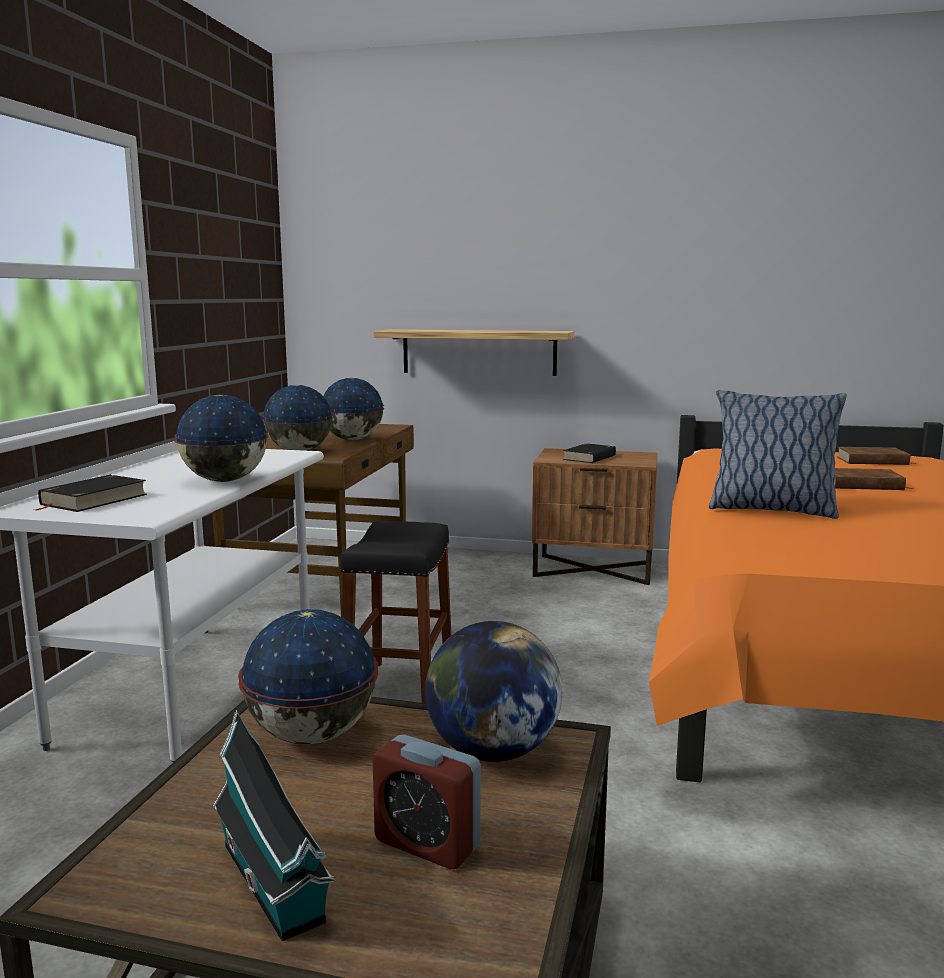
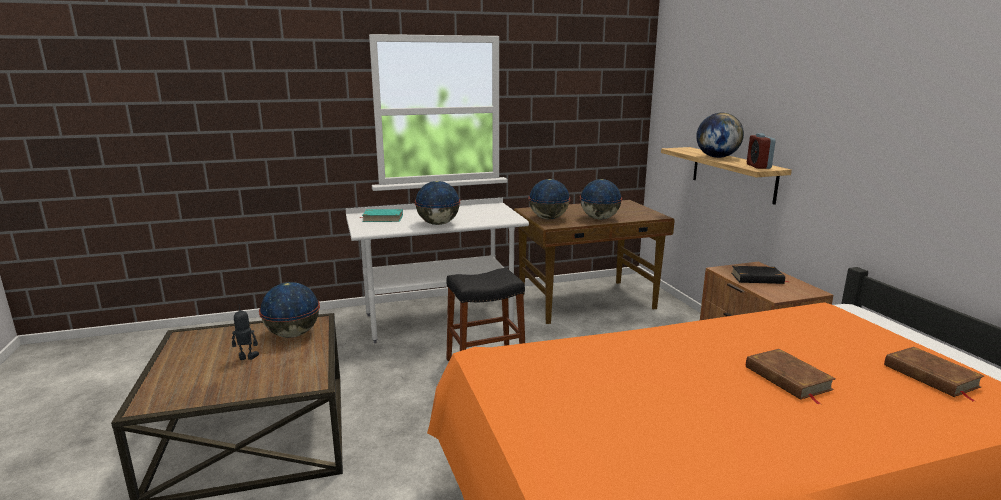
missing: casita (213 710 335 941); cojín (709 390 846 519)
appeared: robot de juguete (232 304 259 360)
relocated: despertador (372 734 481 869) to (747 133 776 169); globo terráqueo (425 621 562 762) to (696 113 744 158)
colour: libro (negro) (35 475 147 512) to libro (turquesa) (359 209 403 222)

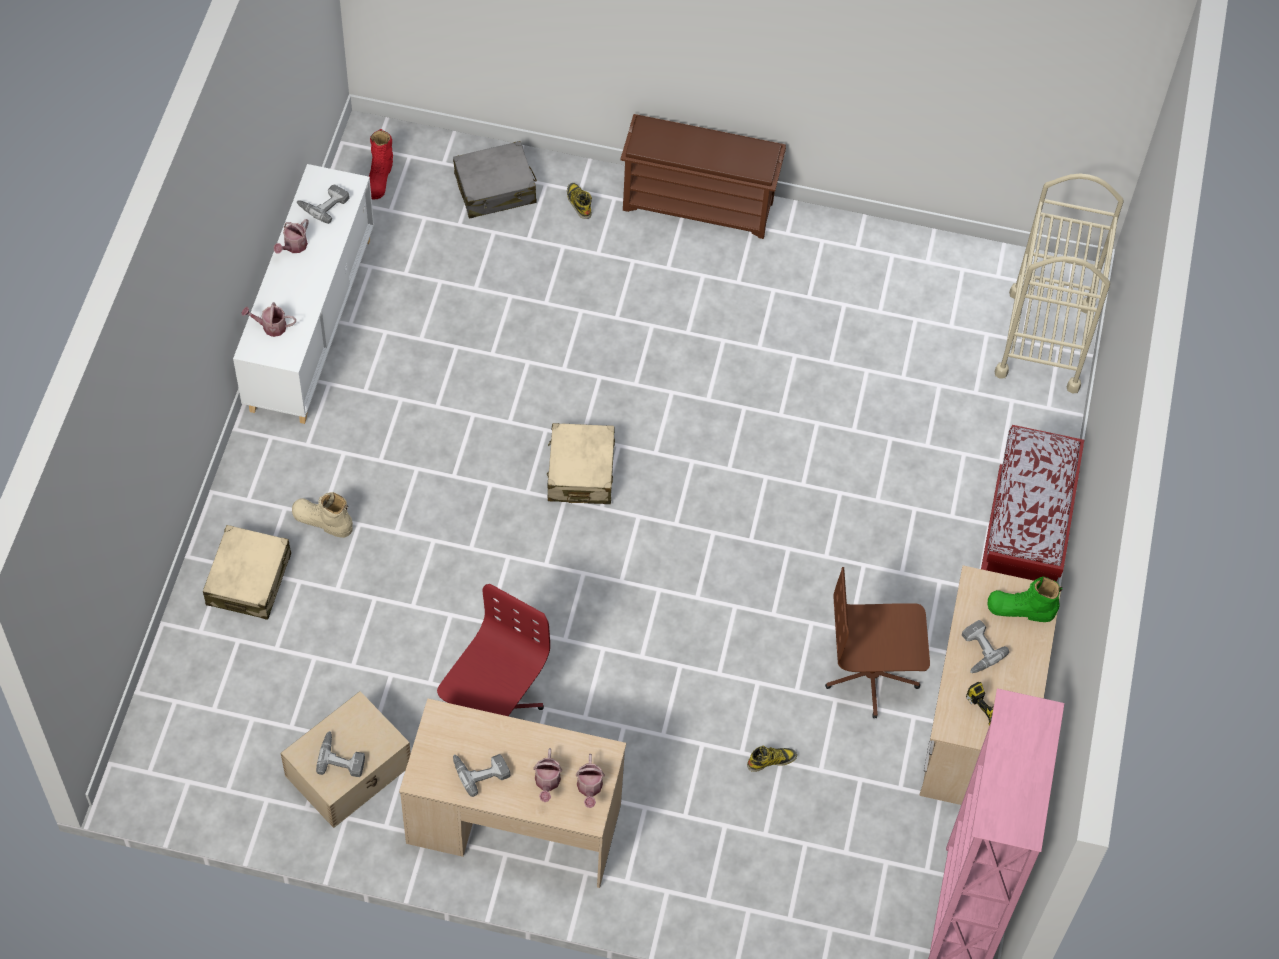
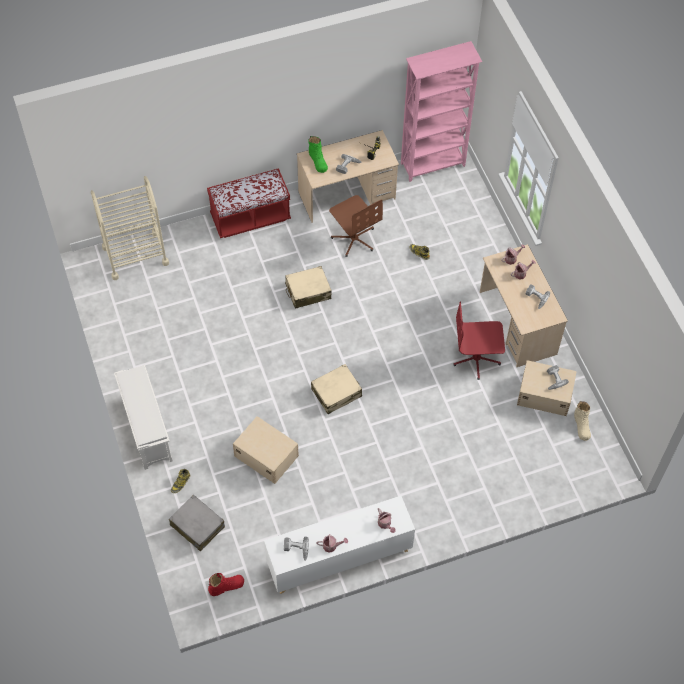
appeared: caja de almacenaje (beis) (233 416 299 484)
relocated: maleta (beis) (203 525 291 620) to (285 266 332 309); bota (beis) (292 492 353 538) to (574 401 591 441)
colour: zapatero (marrón) (620 114 786 239) to zapatero (blanco) (114 365 173 470)

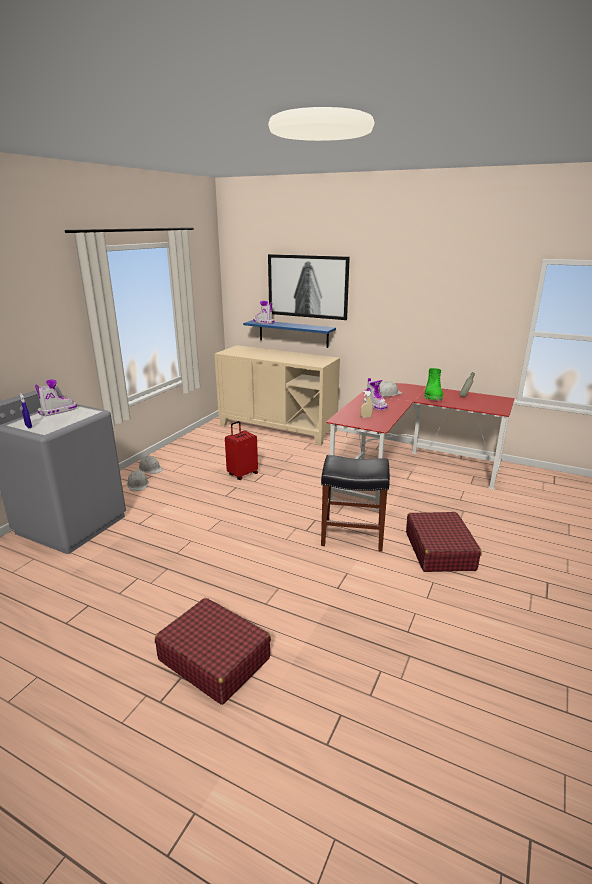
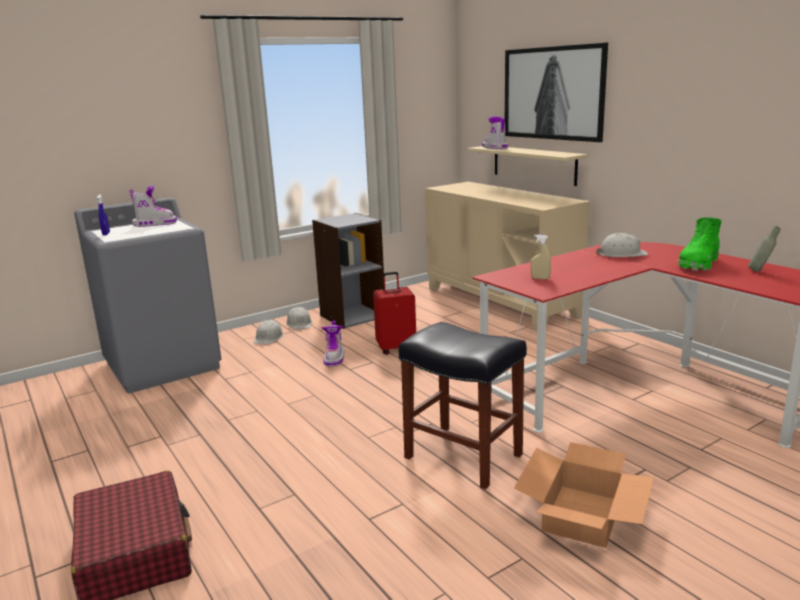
appeared: estantería (gris) (312 213 384 329)
relocated: bota (363 378 388 410) to (322 321 344 366)
exchanged: maleta (rojo) (406 512 482 572) to caja de cartón (514 442 654 548)
colour: estante (azul) (243 320 336 348) to estante (beis) (468 146 588 186)

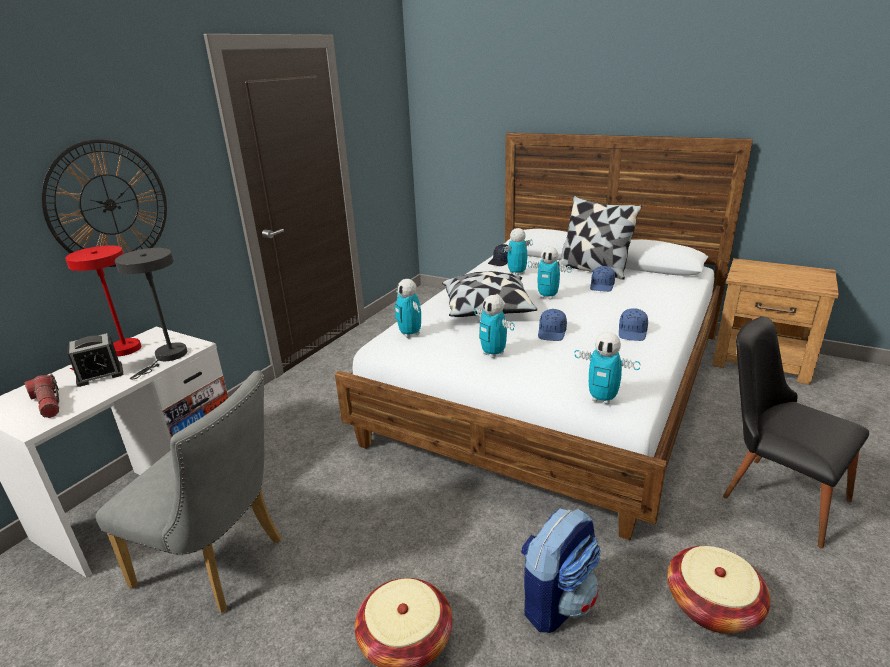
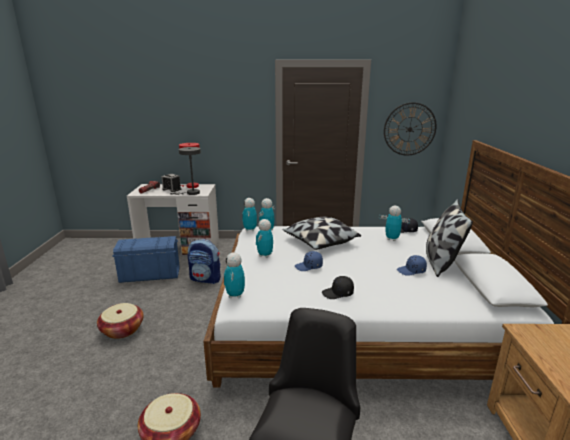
relocated: reloj de pared (41 139 167 267) to (384 102 437 156); mochila (521 508 600 633) to (188 239 221 284); robot de juguete (528 247 572 299) to (242 198 257 231)
exchanged: silla (gris) (96 370 281 613) to caja de almacenaje (azul) (112 236 180 283)
colour: gorra (azul) (619 308 648 341) to gorra (negro) (322 276 354 299)

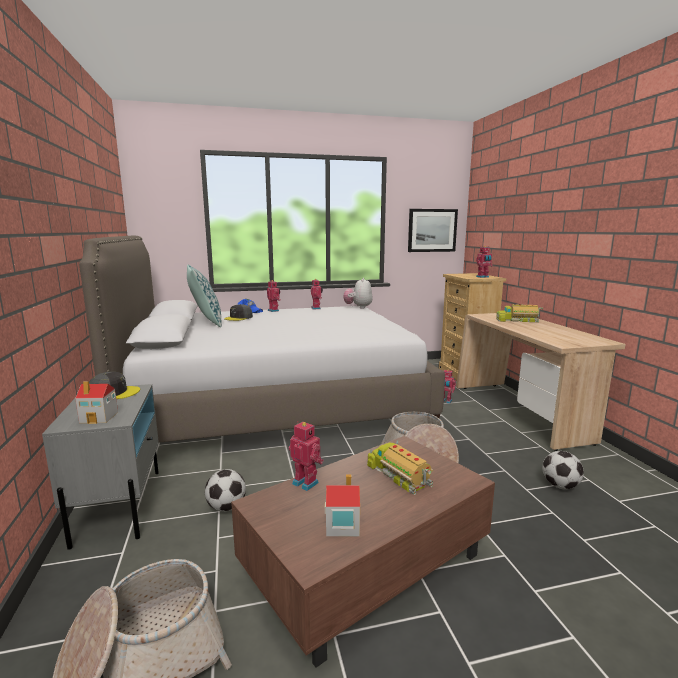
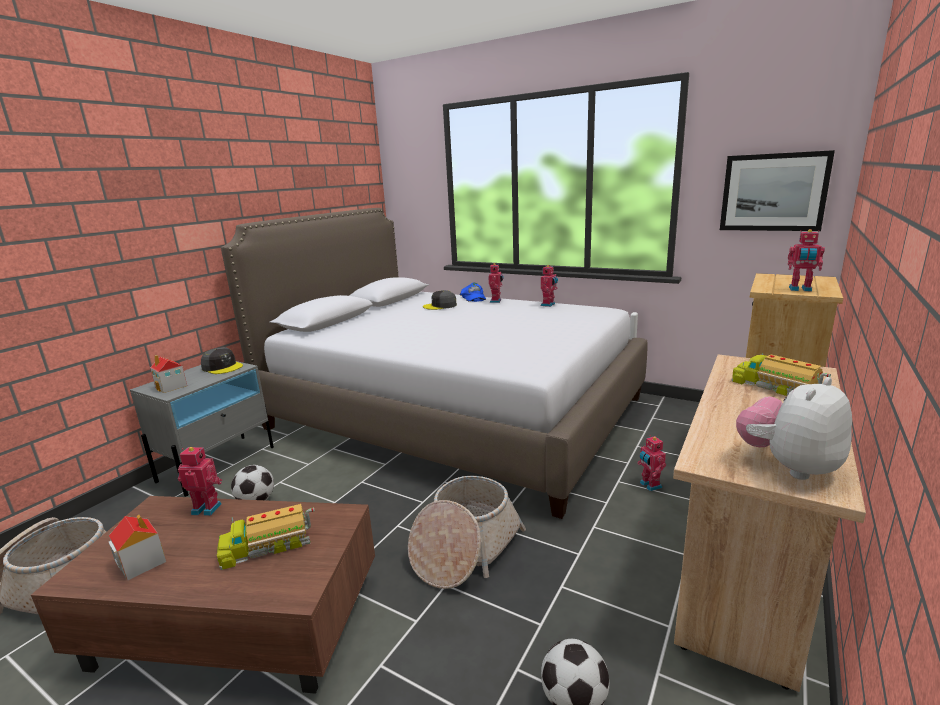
missing: cojín (187 264 222 327)
relocated: peluche (343 278 373 309) to (736 377 852 480)
spun: robot de juguete (289 421 324 491) = (178 447 222 516) 75 degrees counterclockwise; camión de juguete (367 440 433 495) = (217 504 315 570) 120 degrees counterclockwise

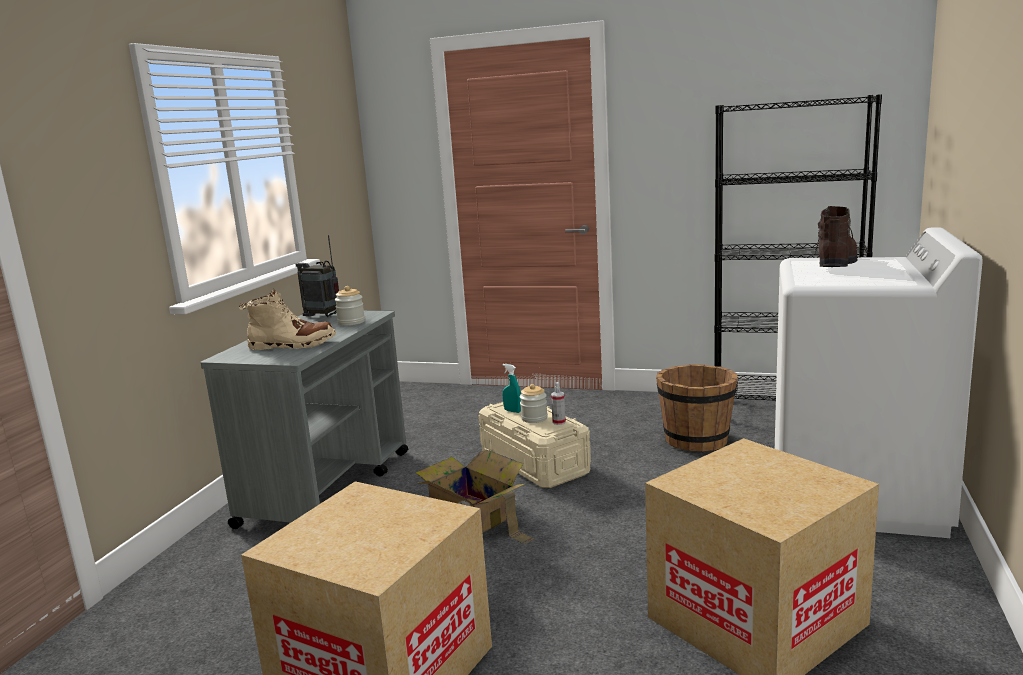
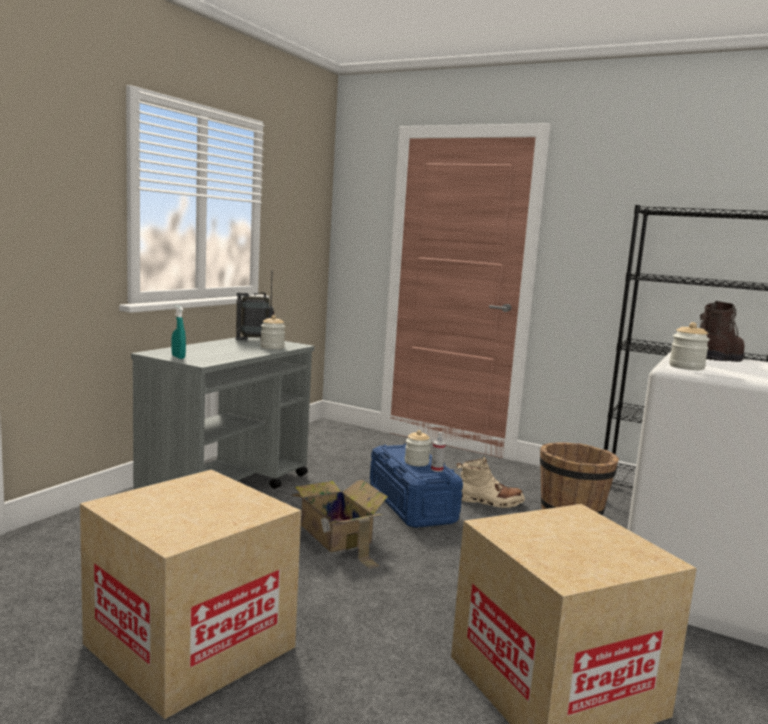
appeared: tarro (669 322 710 370)
relocated: bota (beis) (239 289 336 351) to (456 457 525 508); pulverizador (turquesa) (502 364 521 413) to (172 305 186 359)
colour: caja de almacenaje (beis) (478 402 591 488) to caja de almacenaje (azul) (370 443 463 528)
spun: radio (295 235 339 317) = (236 270 274 341) 45 degrees counterclockwise

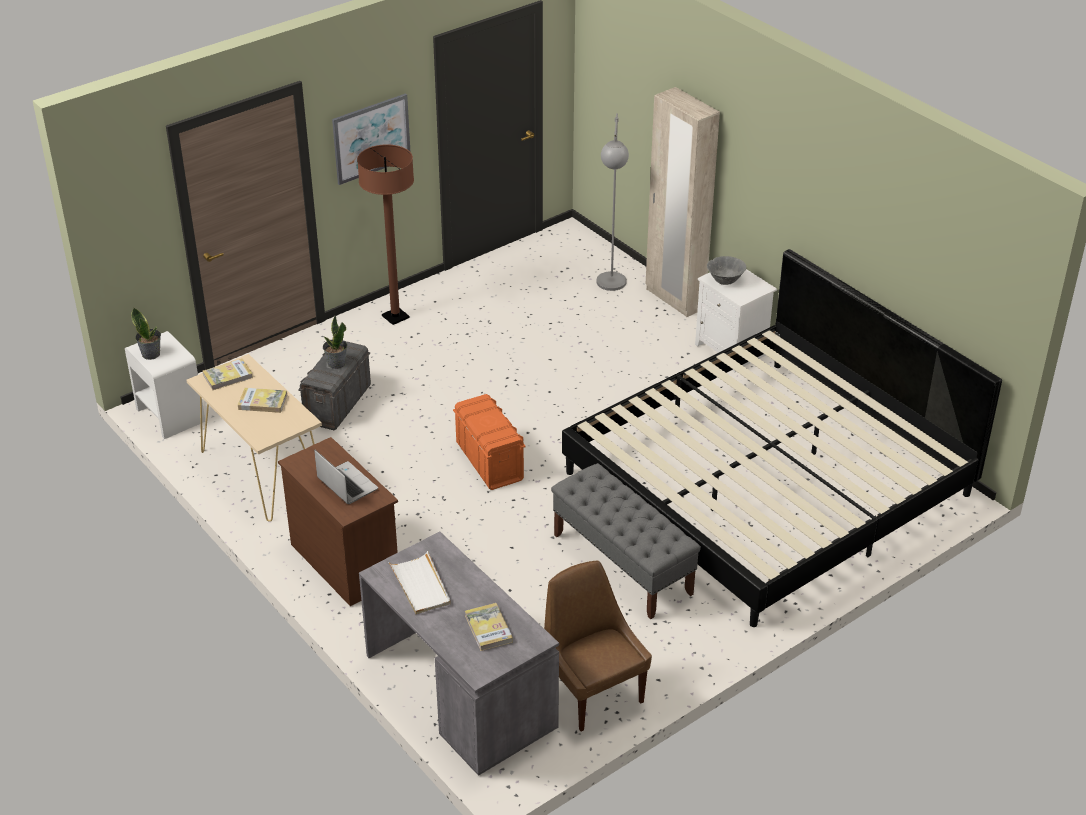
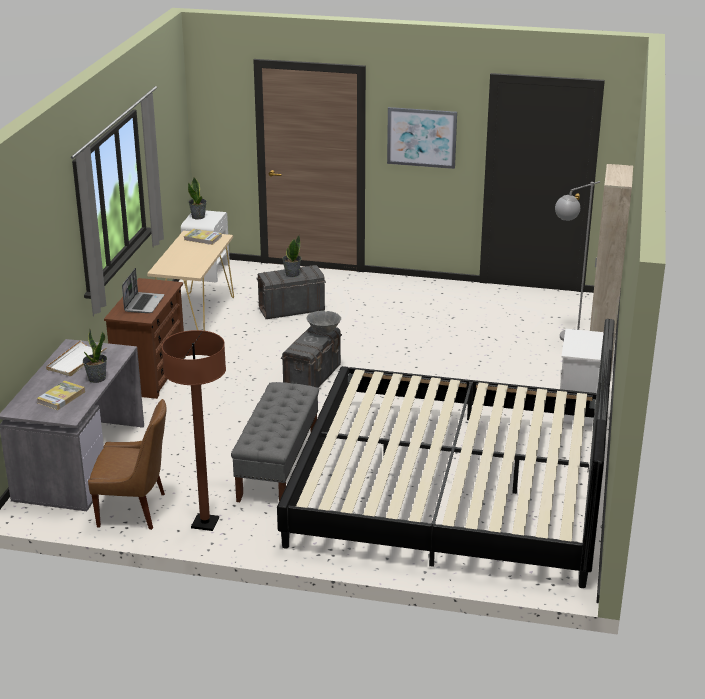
missing: libro (238 388 287 413)
appeared: planta en maceta (83 329 107 383)
relocated: lámpara de pie (marrón) (357 144 414 325) to (162 330 226 531); cuenco (gris) (707 256 746 285) to (306 311 341 334)
colour: caja de almacenaje (naranja) (453 394 525 490) to caja de almacenaje (gris) (281 326 342 388)
spun: silla (marrón) (544 561 652 731) = (88 399 166 530) 75 degrees clockwise

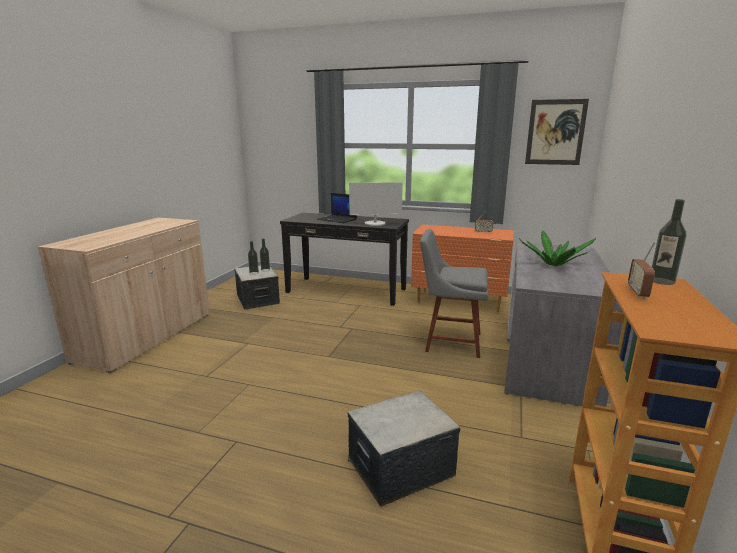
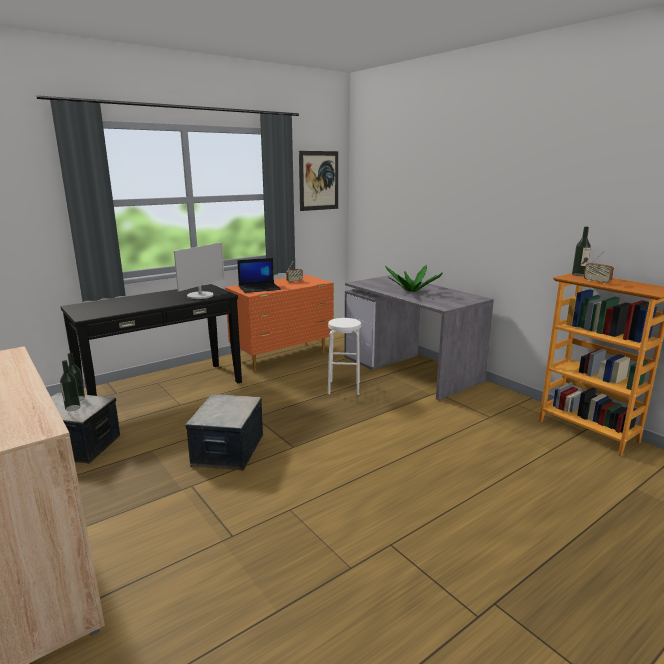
relocated: portátil (317 193 357 223) to (237 258 281 293); caja de almacenaje (347 391 460 506) to (186 394 263 470)
exchanged: silla (gris) (420 229 488 358) to taburete (blanco) (328 318 361 395)

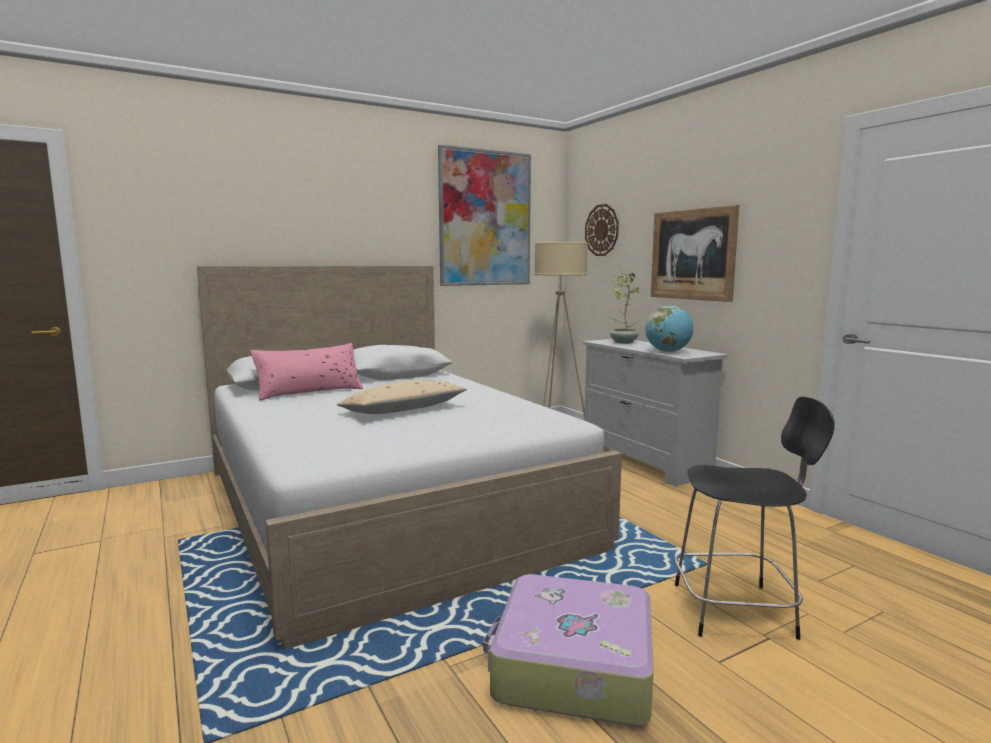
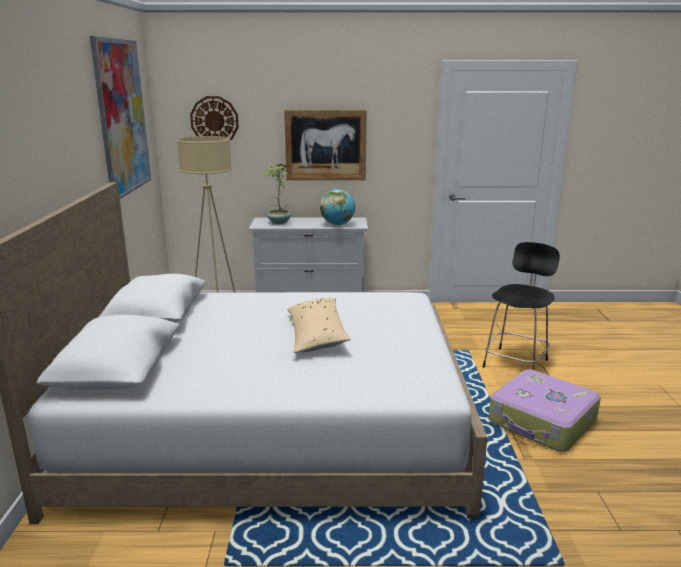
missing: cojín (rosa) (250 343 363 401)

